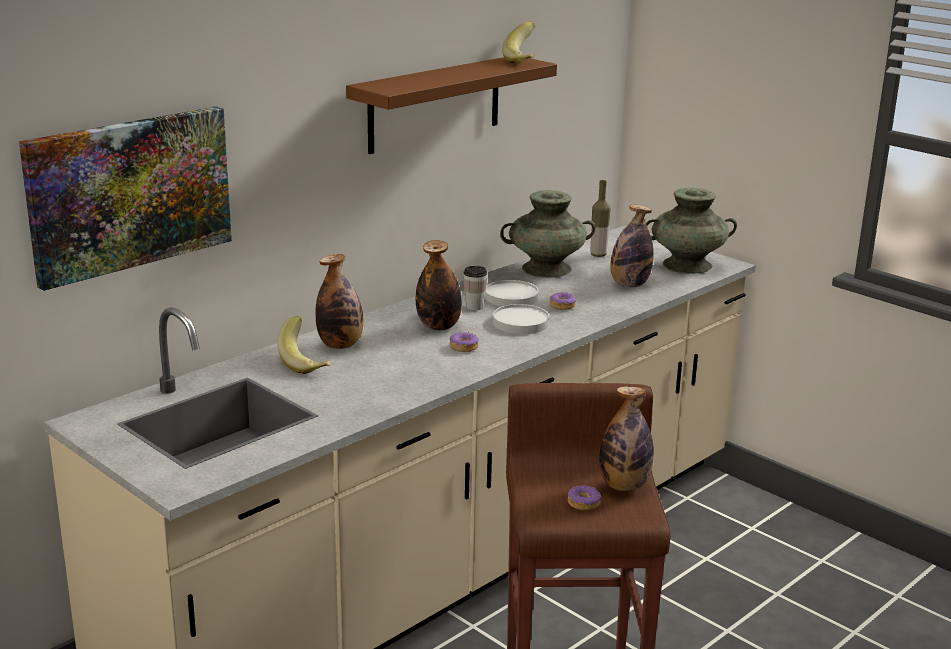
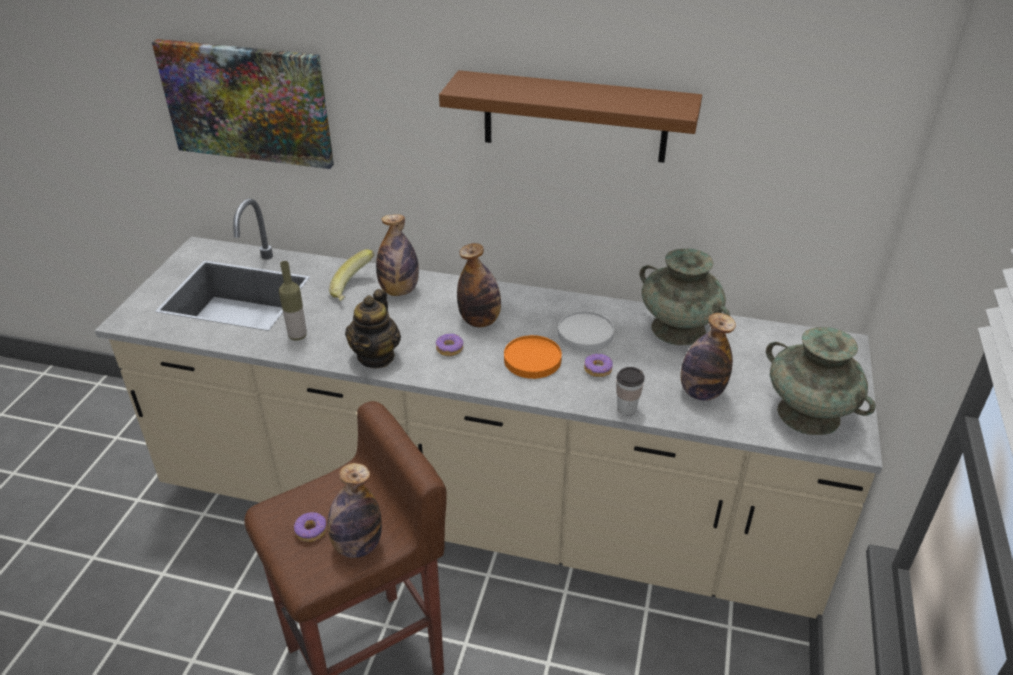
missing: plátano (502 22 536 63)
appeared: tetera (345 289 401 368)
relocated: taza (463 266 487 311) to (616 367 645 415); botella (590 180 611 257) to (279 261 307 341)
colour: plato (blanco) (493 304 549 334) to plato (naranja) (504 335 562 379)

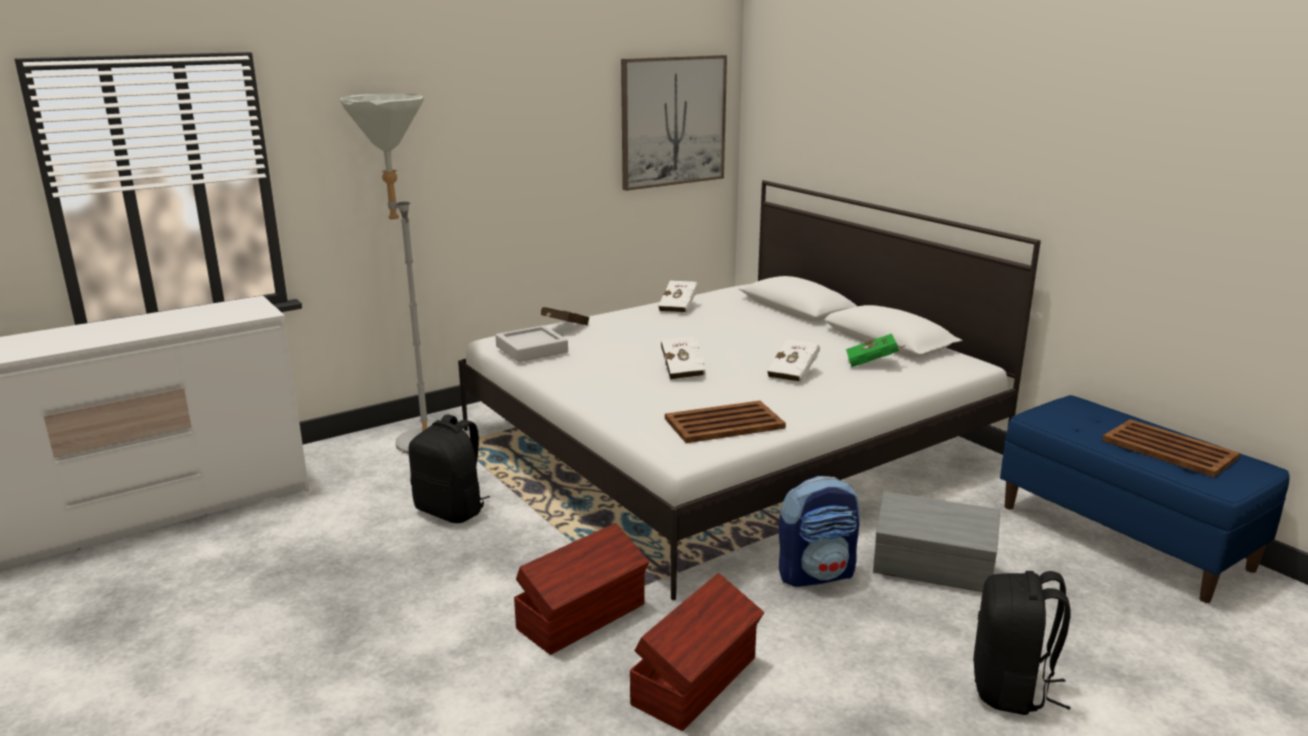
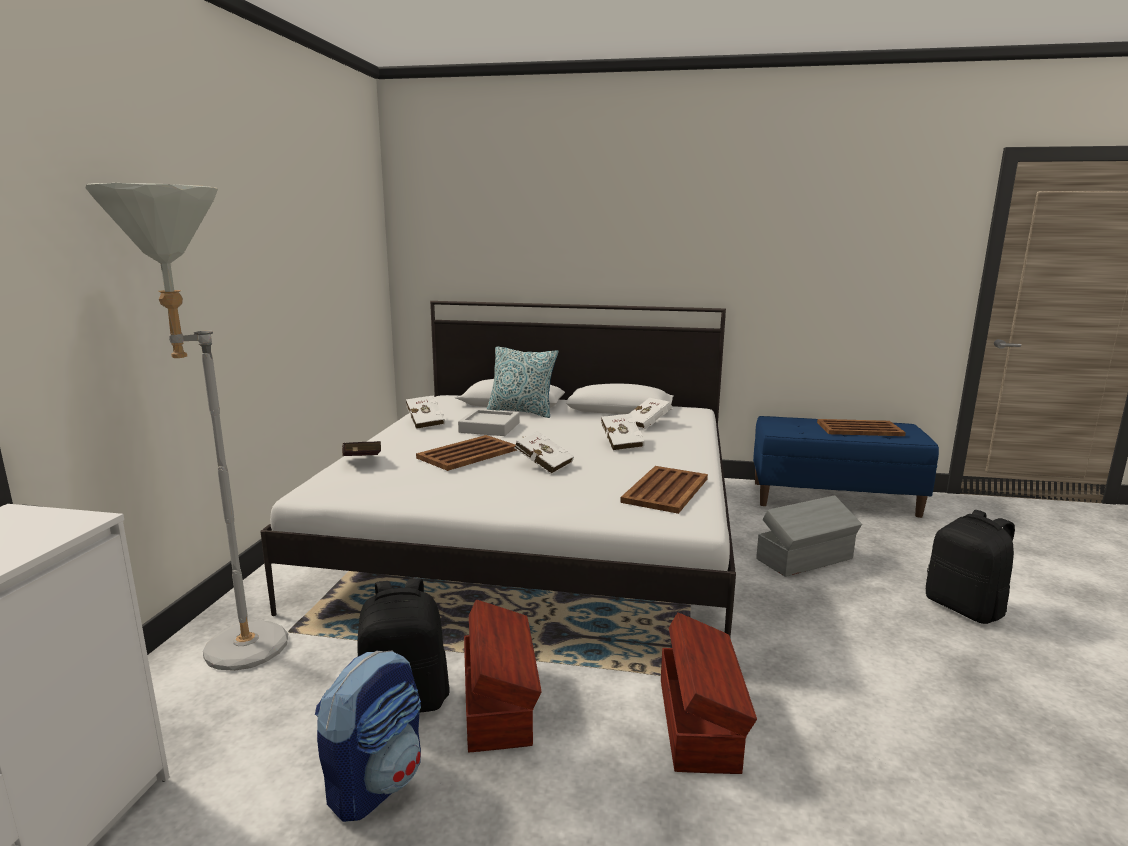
missing: cuadro (621 55 727 191)
appeared: bandeja (marrón) (416 435 517 471); cojín (487 346 559 418)
relocated: bandeja (gris) (495 325 568 362) to (458 409 520 436); caja de almacenaje (marrón) (630 573 764 731) to (464 600 542 752); mochila (779 476 860 587) to (315 650 421 822)
colour: libro (verde) (846 334 906 367) to libro (blanco) (629 398 672 429)

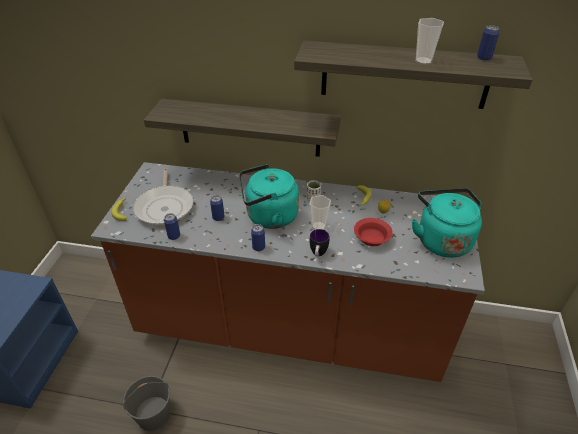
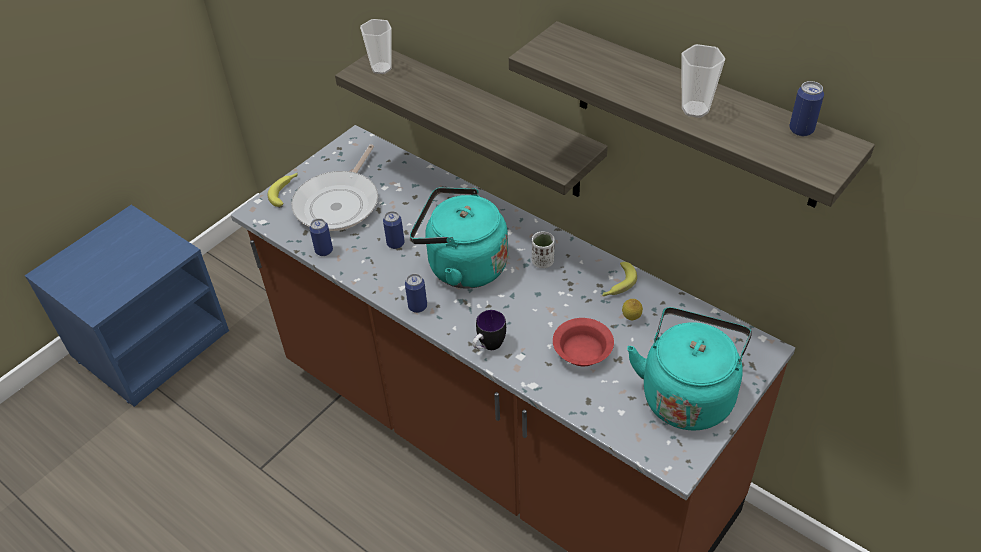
missing: cubo (gris) (123 376 170 431)
relocated: taza (309 195 331 230) to (360 19 392 74)

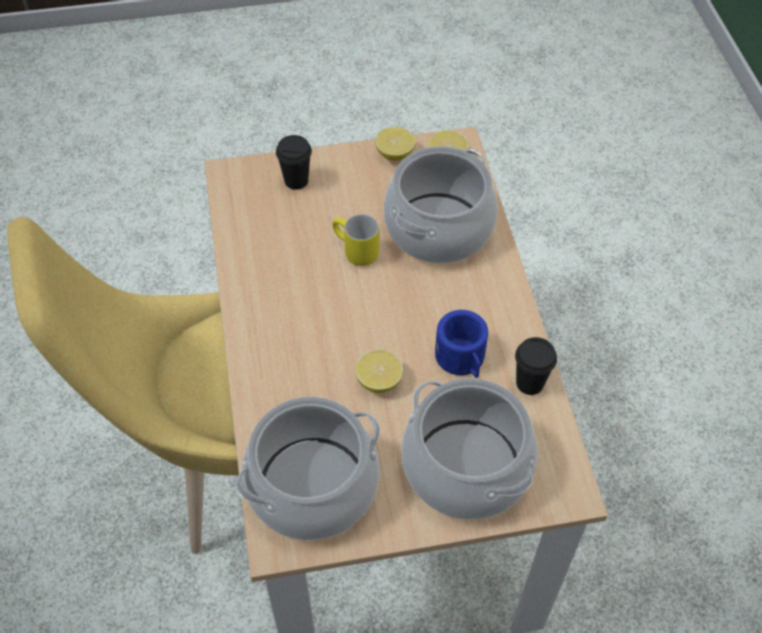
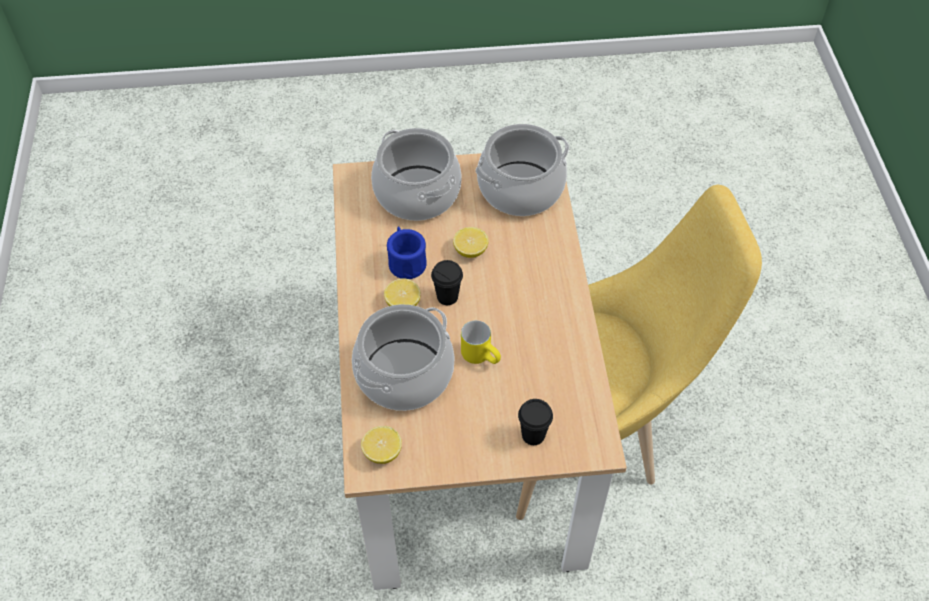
relocated: limón (375 127 415 161) to (384 278 421 306); taza (negro) (515 337 557 395) to (431 260 463 305)

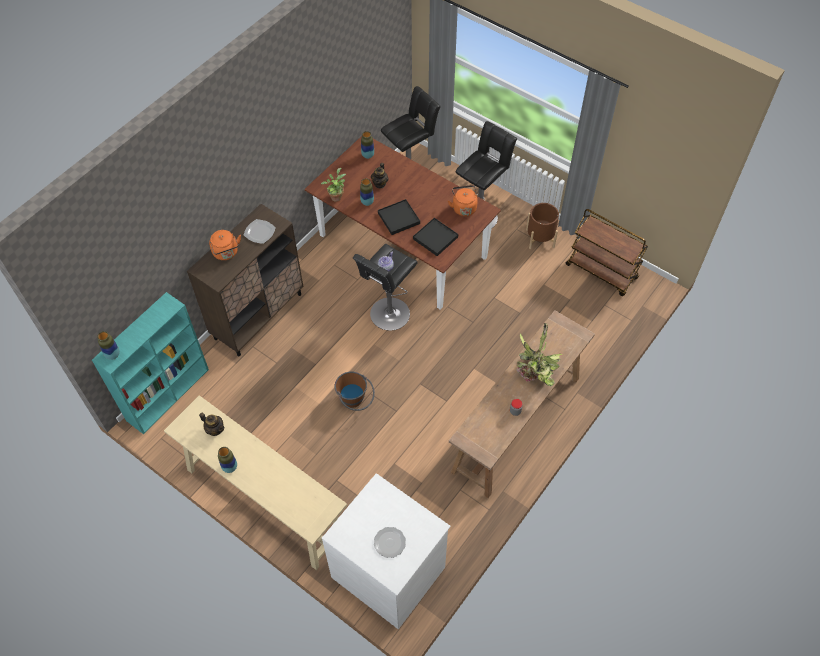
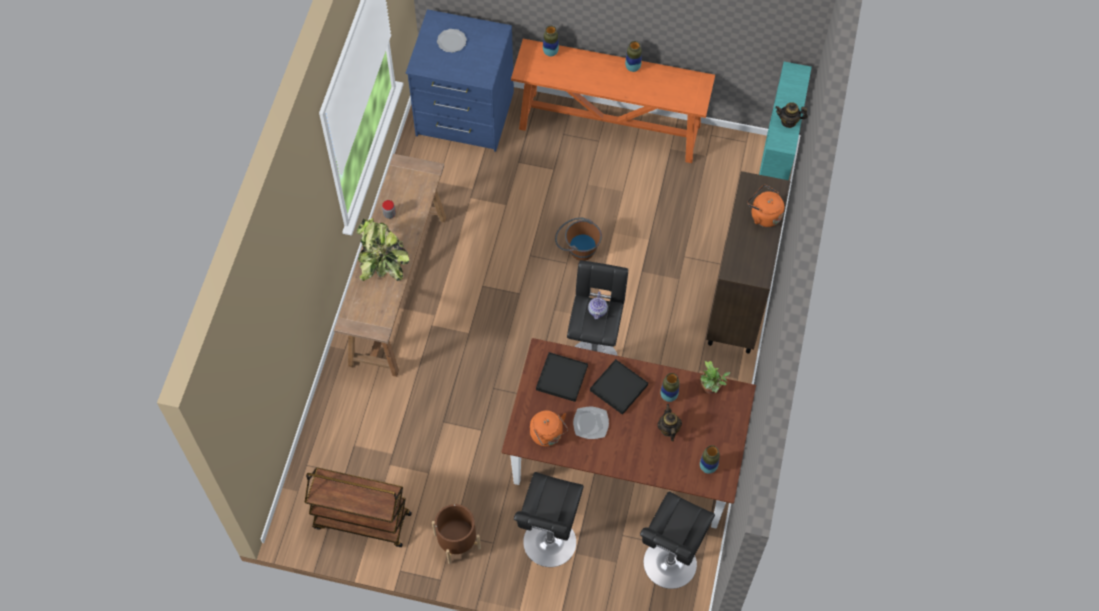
relocated: florero (97 331 120 360) to (543 26 559 57); tetera (199 413 225 436) to (775 102 808 128); plato (244 219 276 244) to (573 407 609 439)
colour: mesa consola (beis) (164 395 347 570) to mesa consola (naranja) (511 39 715 163); cómoda (blanco) (322 473 451 629) to cómoda (azul) (406 9 514 152)

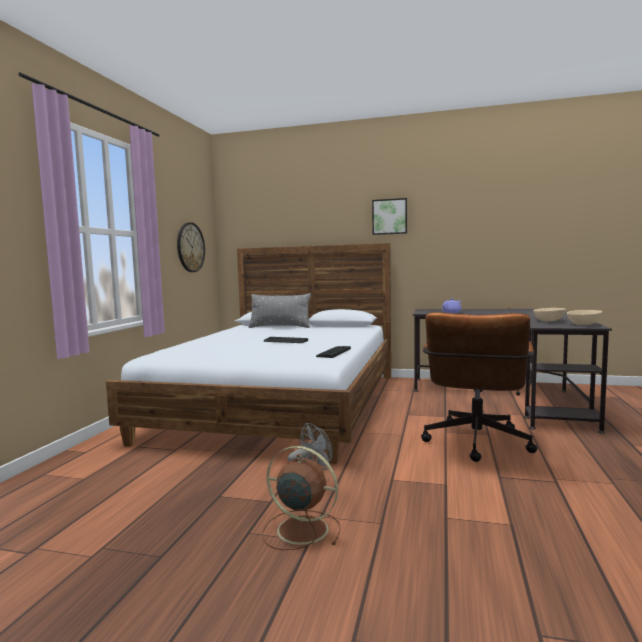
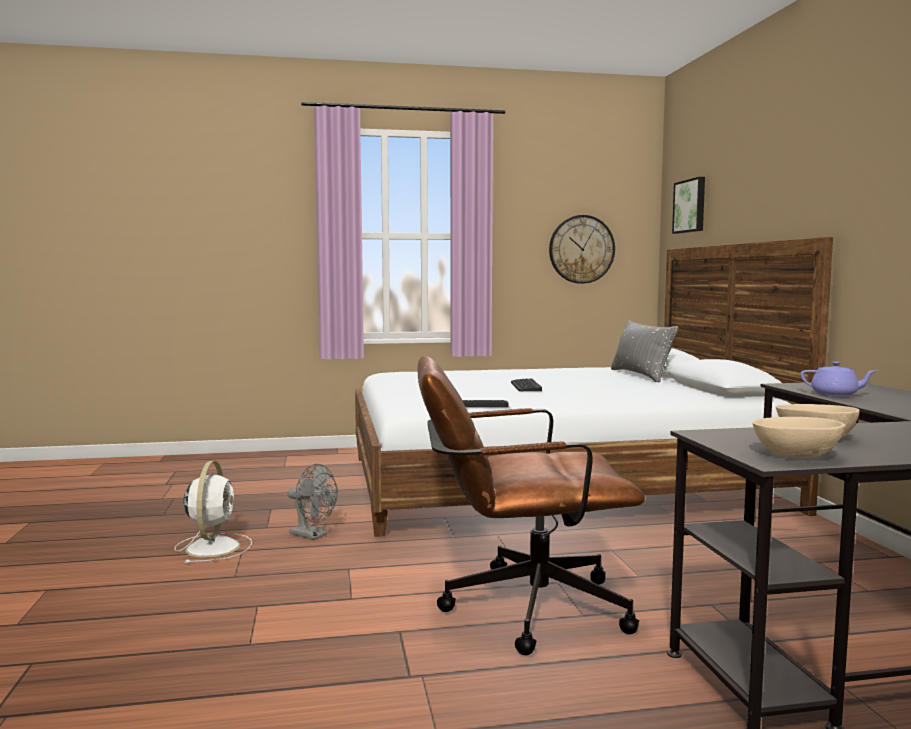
relocated: cuadro (372 198 407 235) to (672 177 705 234)
colour: ventilador (marrón) (262 446 340 550) to ventilador (blanco) (174 461 252 563)

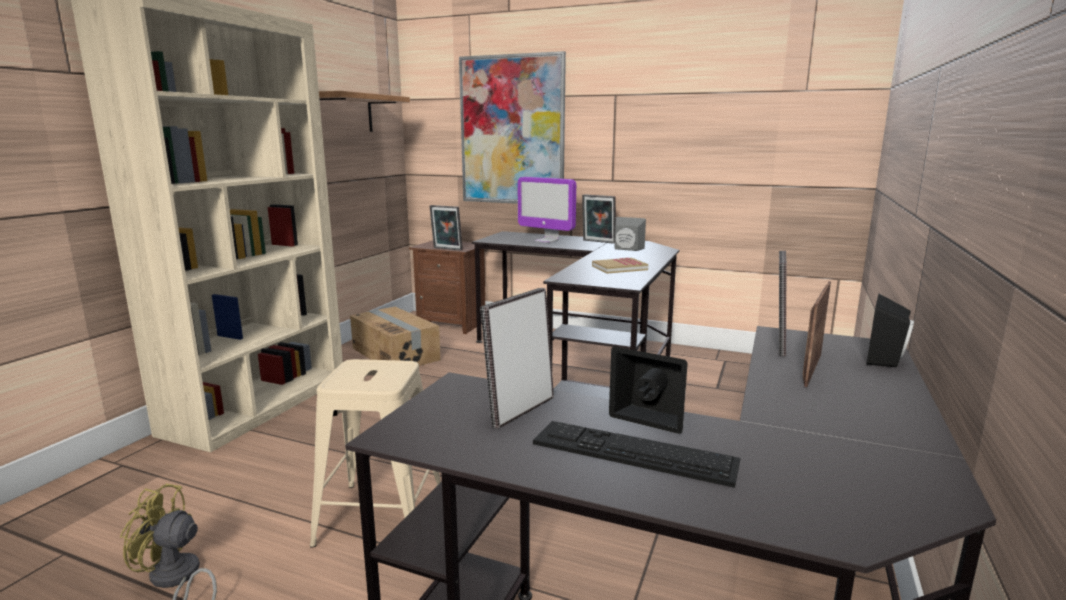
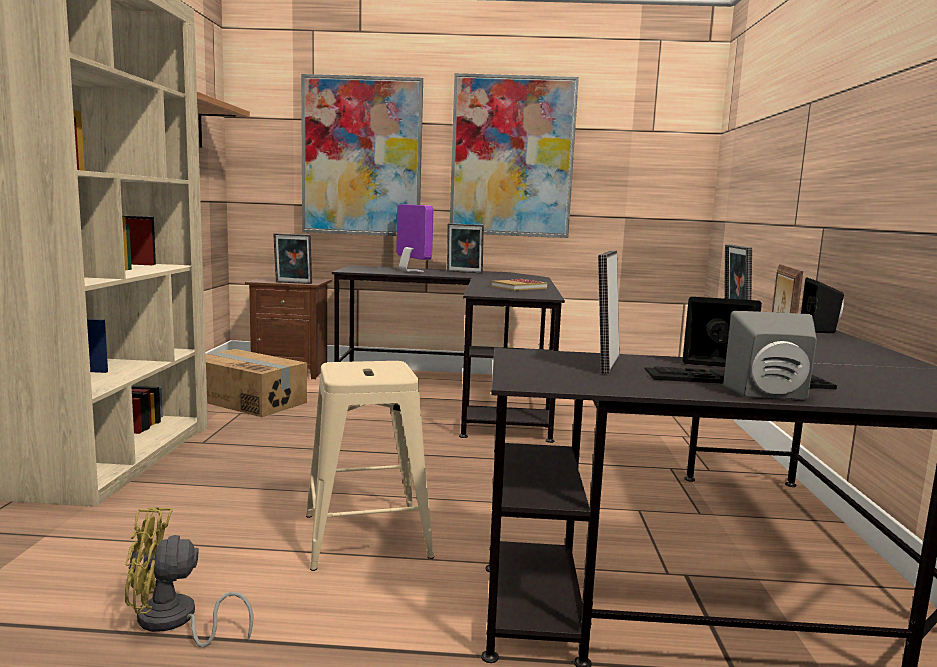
appeared: cuadro (450 73 579 238)
relocated: altavoz (gris) (615 217 646 251) to (723 311 817 400)
spun: monitor (518 177 576 243) = (396 204 433 272) 135 degrees counterclockwise

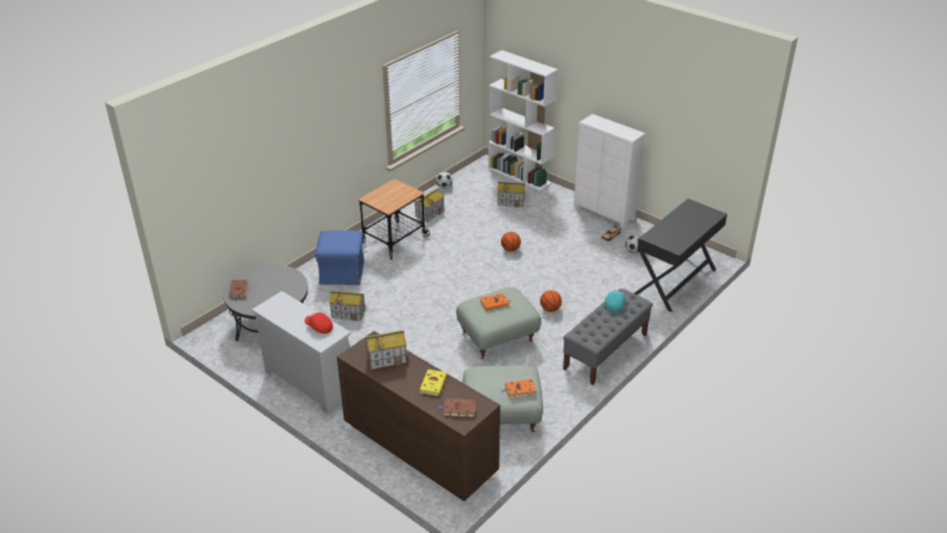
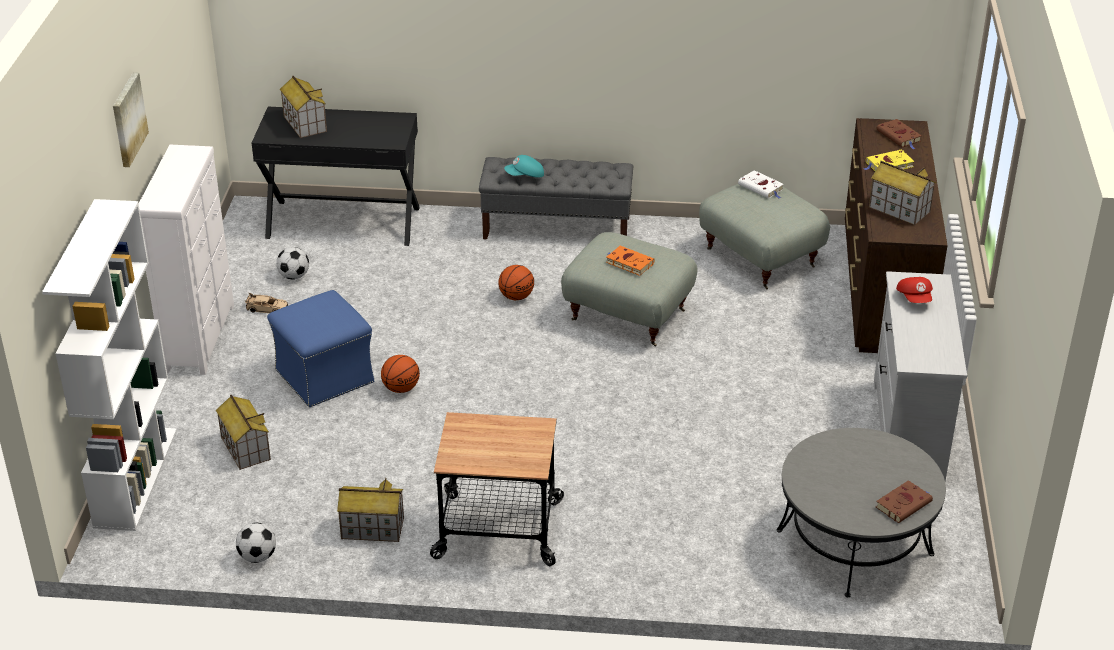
appeared: cuadro (113 72 149 167)
relocated: puf (azul) (315 230 364 285) to (267 290 375 407); casita (329 291 365 321) to (280 76 327 138)
colour: libro (naranja) (502 379 536 398) to libro (blanco) (738 170 784 199)

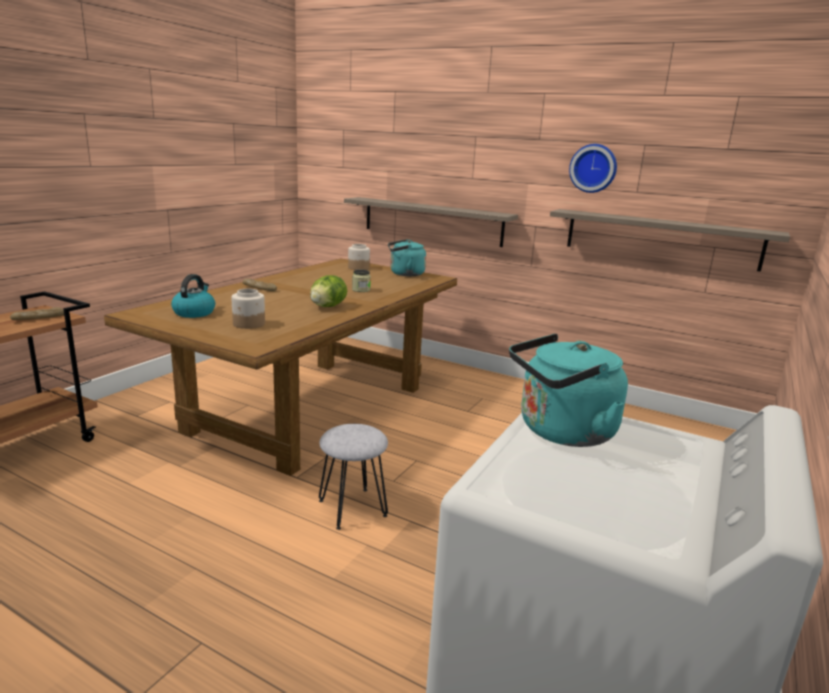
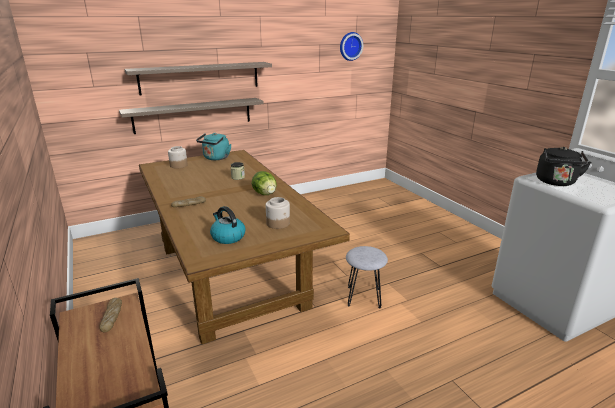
relocated: estante (550 209 790 272) to (125 62 272 95); reloj de pared (569 144 617 193) to (340 32 363 61)
colour: hervidor (turquesa) (509 334 628 447) to hervidor (negro) (536 147 591 186)

